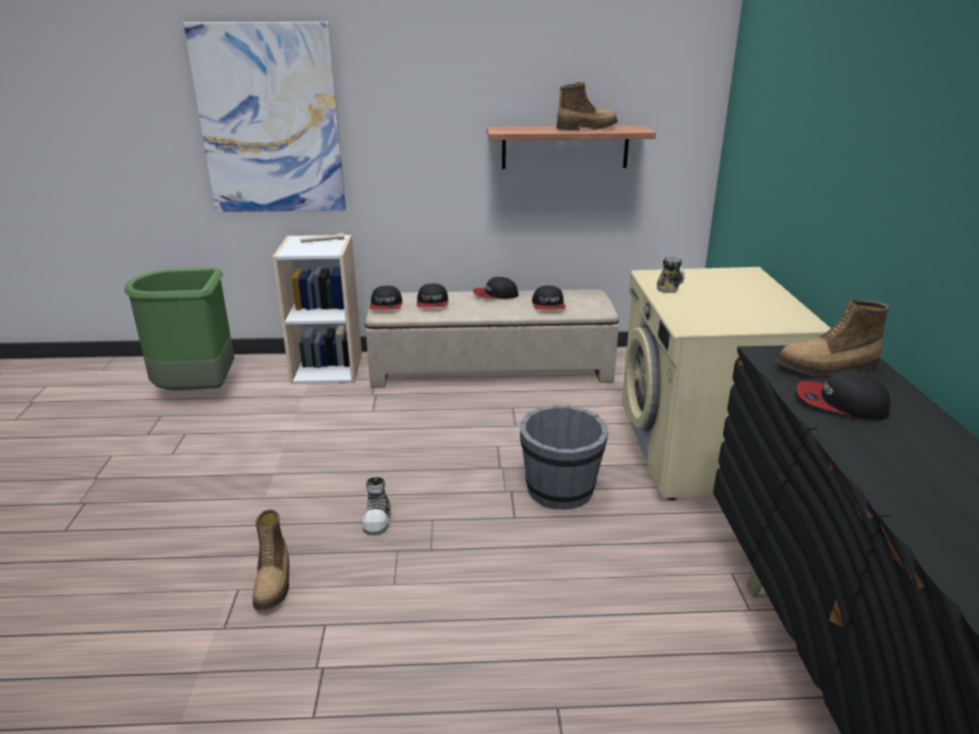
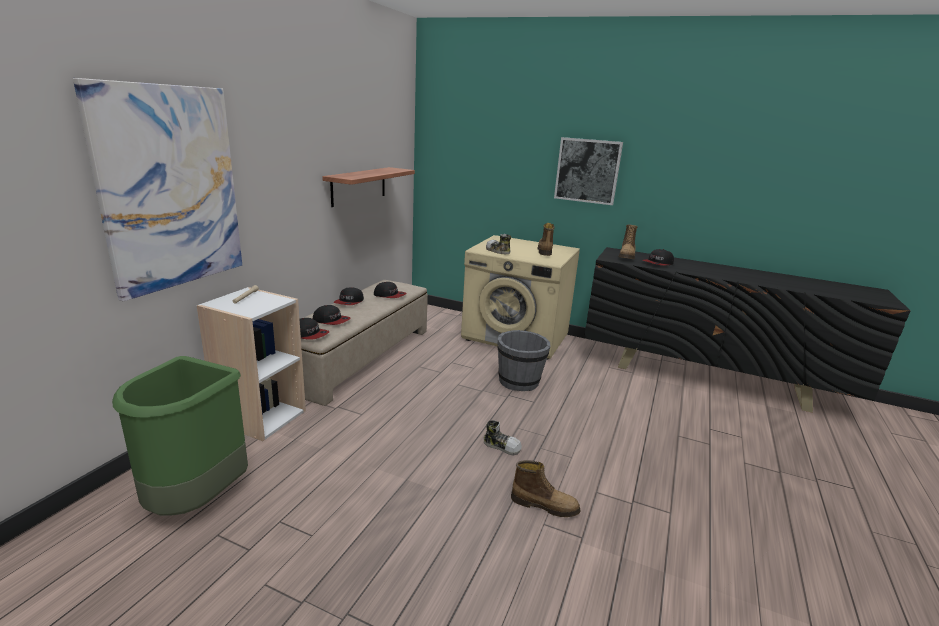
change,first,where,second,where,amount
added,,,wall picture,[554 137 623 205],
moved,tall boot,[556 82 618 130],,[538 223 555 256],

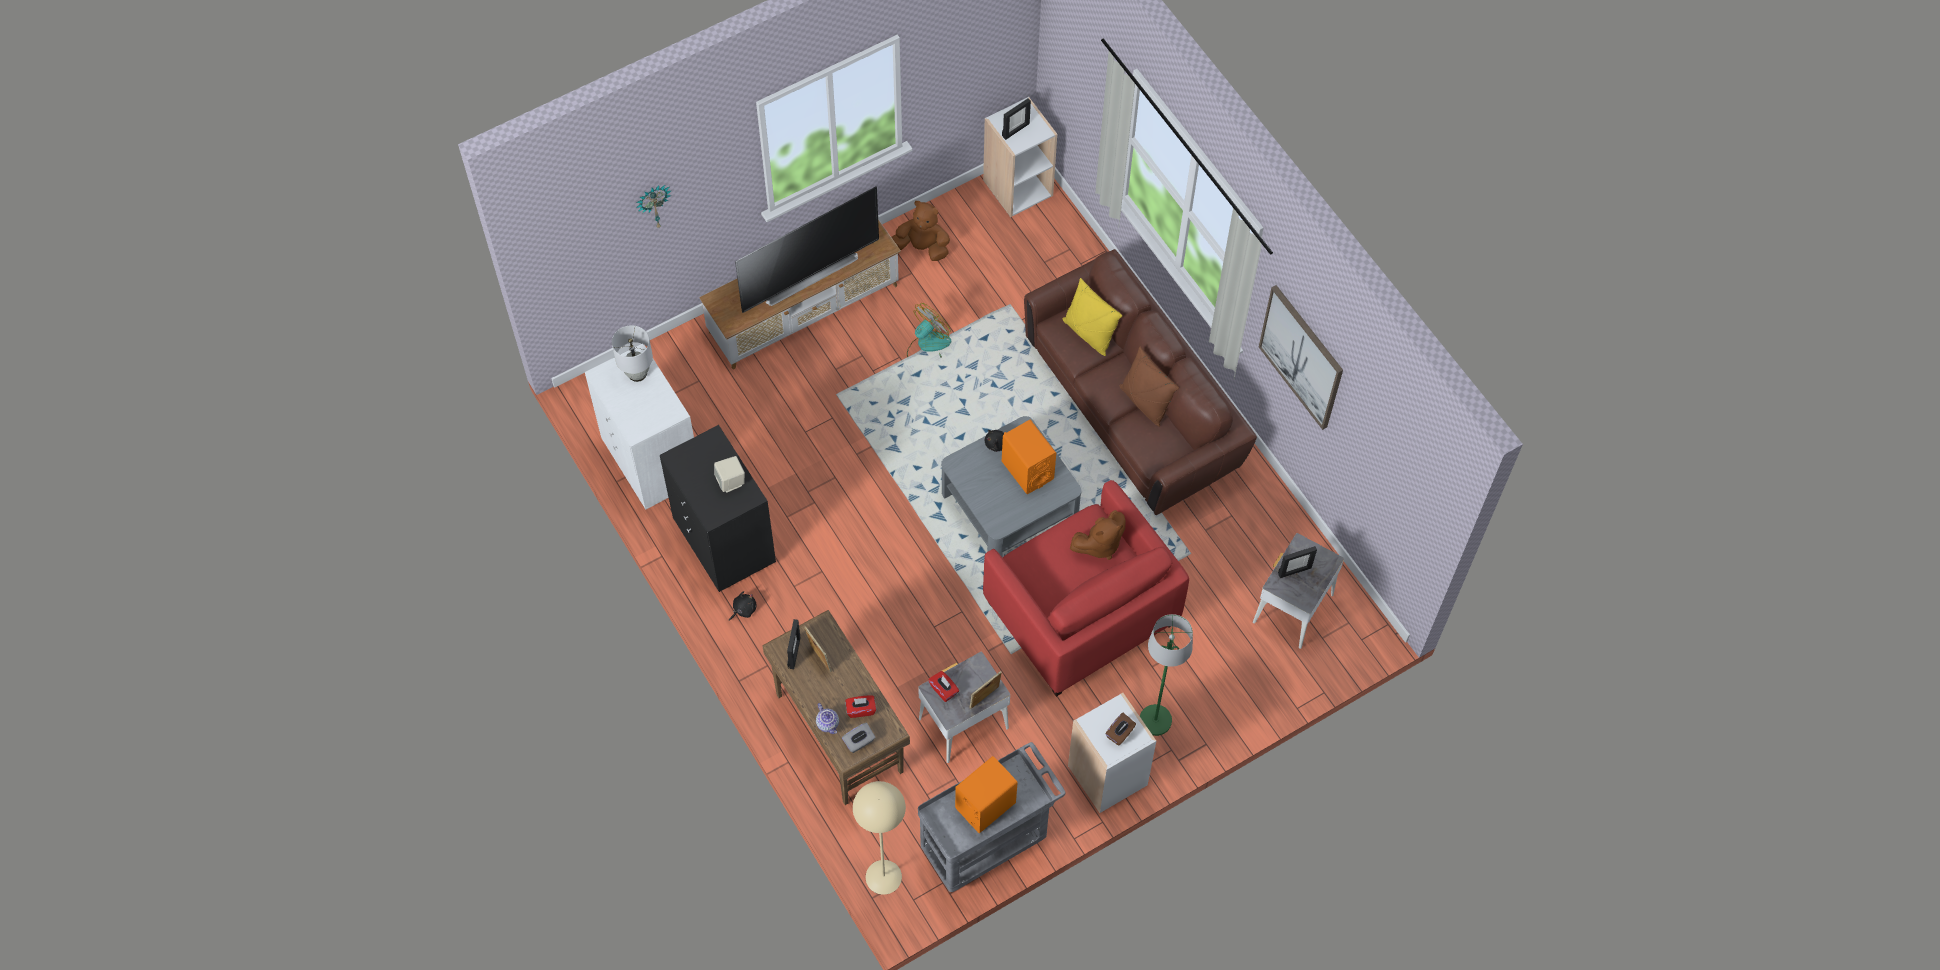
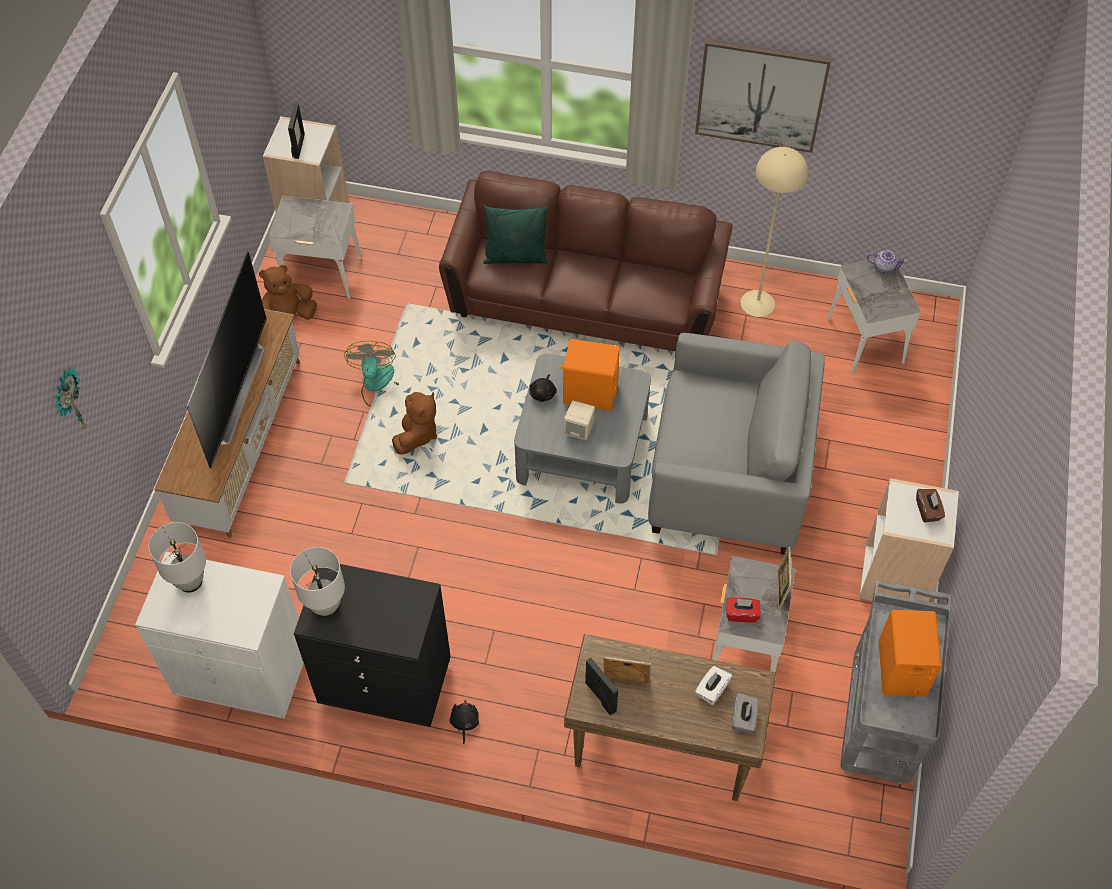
change,first,where,second,where,amount
removed,brown-coloured pillow,[1119 346 1179 427],,,
removed,greenish standard lamp,[1140 614 1193 736],,,
removed,standing frame,[1278 546 1317 578],,,
added,,,side table,[269 196 362 299],
added,,,white tabletop lamp,[290 547 345 617],
moved,sand-coloured speaker,[714 456 745 493],,[563 401 595 440],
moved,pot for tea,[816 703 839 734],,[867 250 906 274],
moved,sand-coloured standard lamp,[853 781 906 895],,[740 147 808 317],
moved,brown-coloured soft toy,[1070 510 1126 560],,[392 392 437 454],
recoloured,red-coloured box of tissues,[845 695 876 718],white box of tissues,[695 666 732 705],
recoloured,red-coloured armchair,[983 480 1189 697],greyish armchair,[648 333 825 555],
recoloured,yellow pillow,[1063 278 1123 356],greenish pillow,[483 206 549 264],

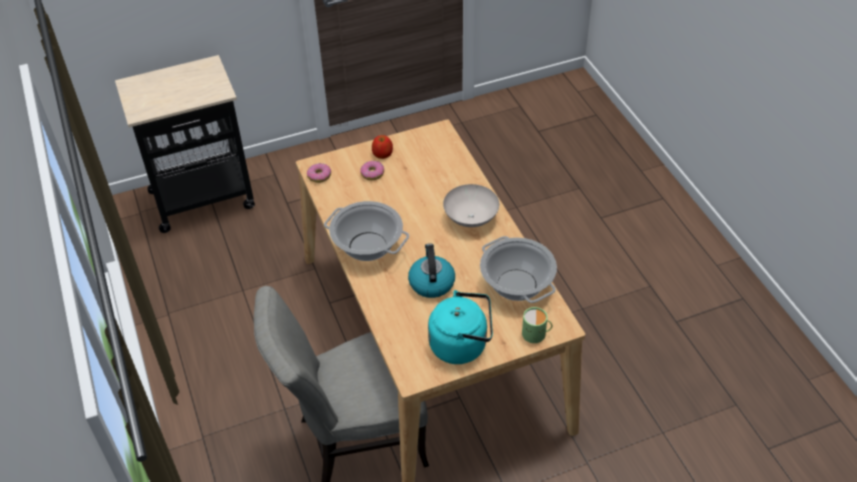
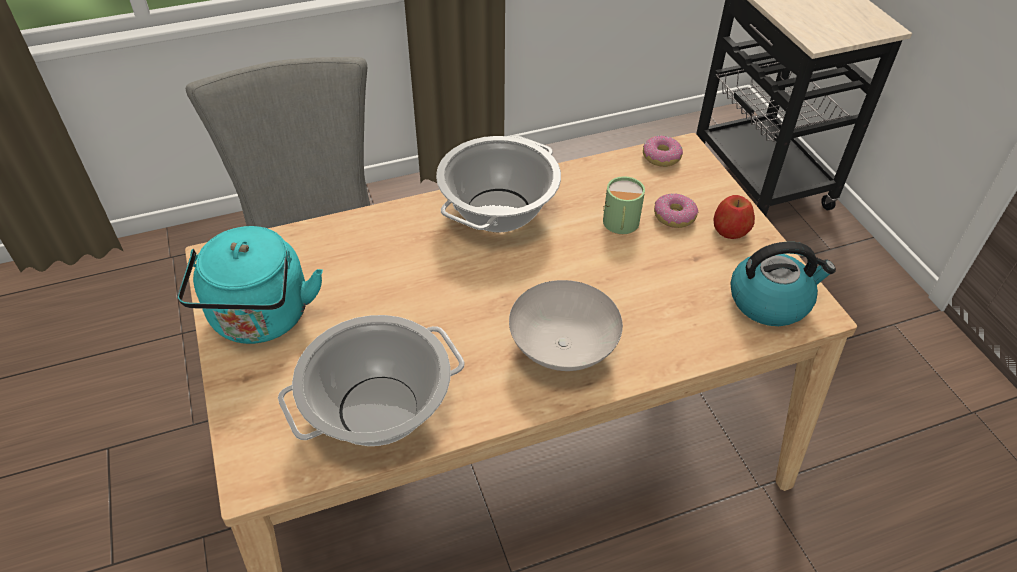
change,first,where,second,where,amount
moved,water kettle,[408 244 455 298],,[730 242 836 326],
moved,greenish coffee mug,[522 307 552 343],,[603 176 645 234],

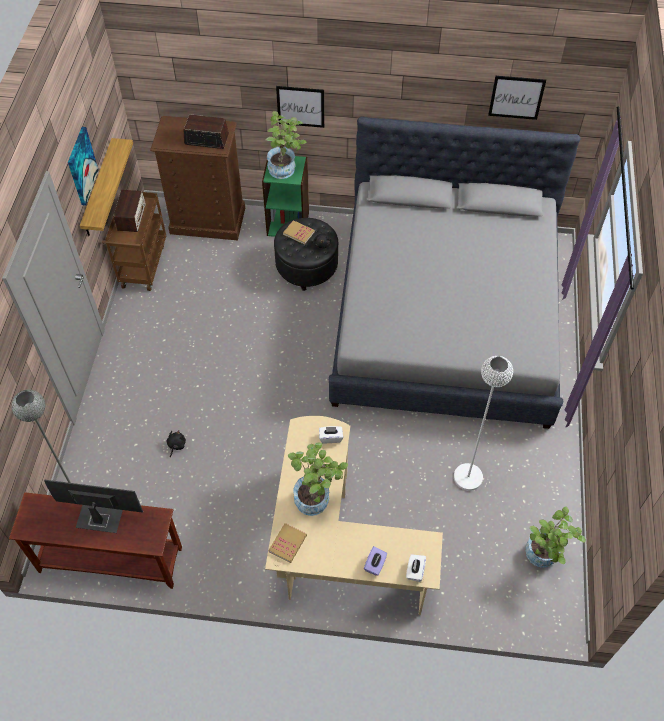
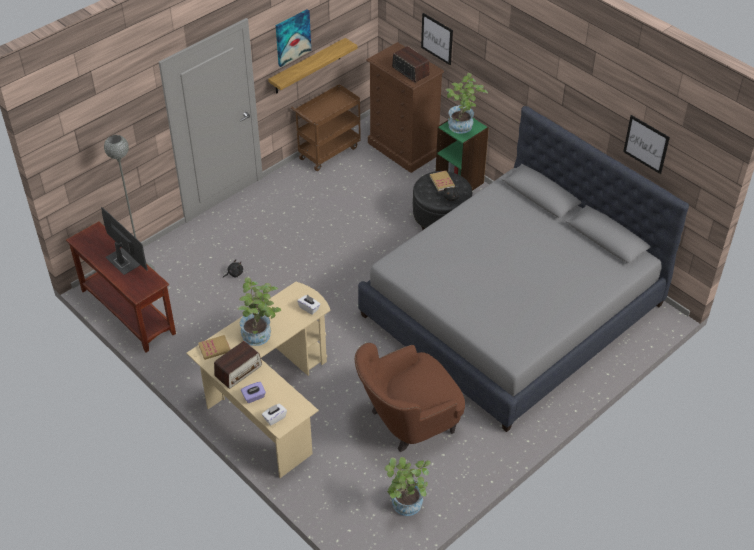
change,first,where,second,where,amount
moved,radio receiver,[114 190 146 232],,[214 341 262 389],
moved,wall picture,[276 86 324 128],,[421 13 453 65],
replaced,white standard lamp,[454 356 513 491],brown-coloured armchair,[355 343 465 452],

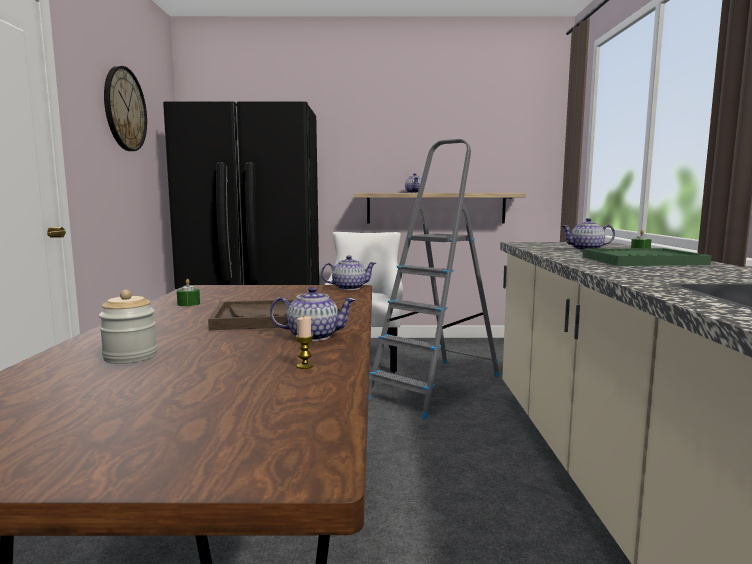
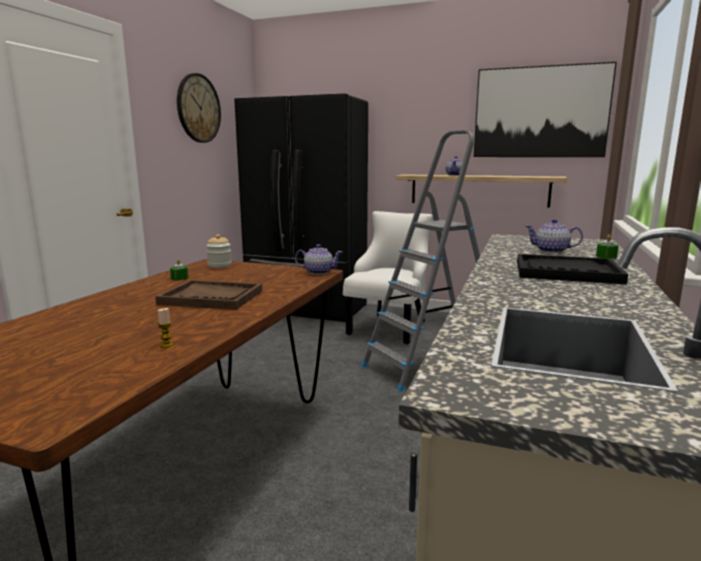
change,first,where,second,where,amount
removed,pot for tea,[270 287 356 341],,,
added,,,wall picture,[474 62 617 157],
moved,jar,[99 290 157 364],,[206 234 232 268],
recoloured,greenish tray,[583 248 712 266],black-coloured tray,[517 254 628 284],

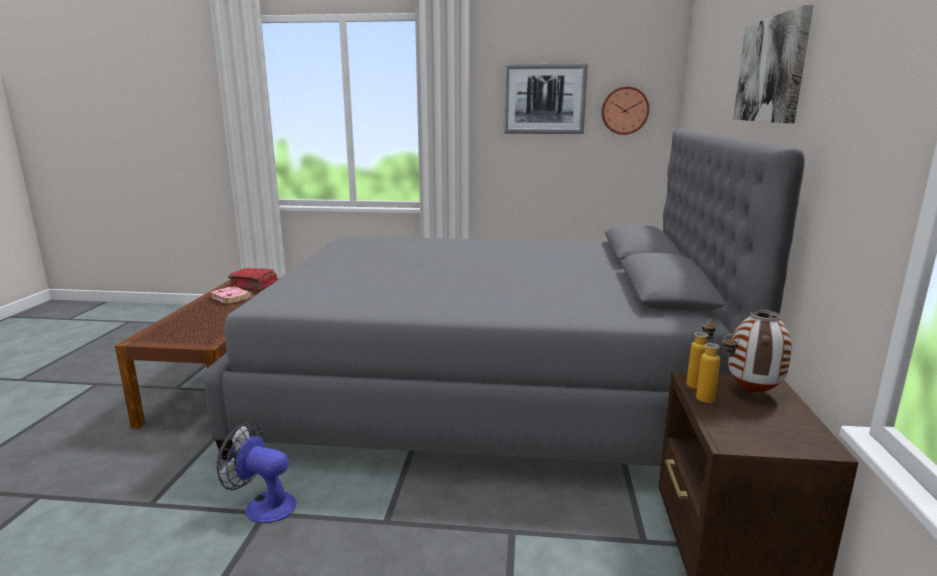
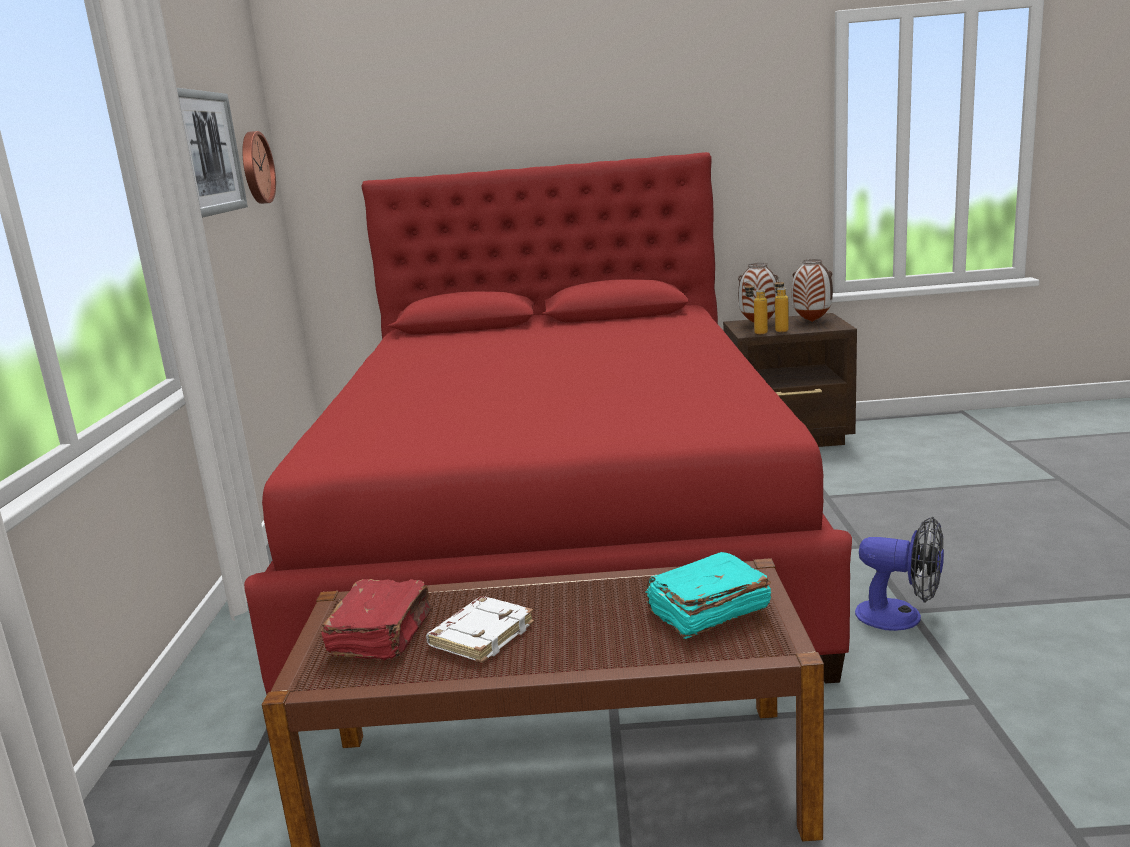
change,first,where,second,where,amount
removed,wall picture,[733 5 813 123],,,
added,,,blue-green volume,[646 552 772 639],
added,,,decorative vase,[792 259 833 322],
recoloured,greyish bed,[203 129 805 466],red-coloured bed,[244 152 852 695],
recoloured,pink-coloured volume,[209 286 252 304],white volume,[426 596 535 663],
turned,fan,[216 422 297 523],,[855 517 944 631],75 degrees counterclockwise

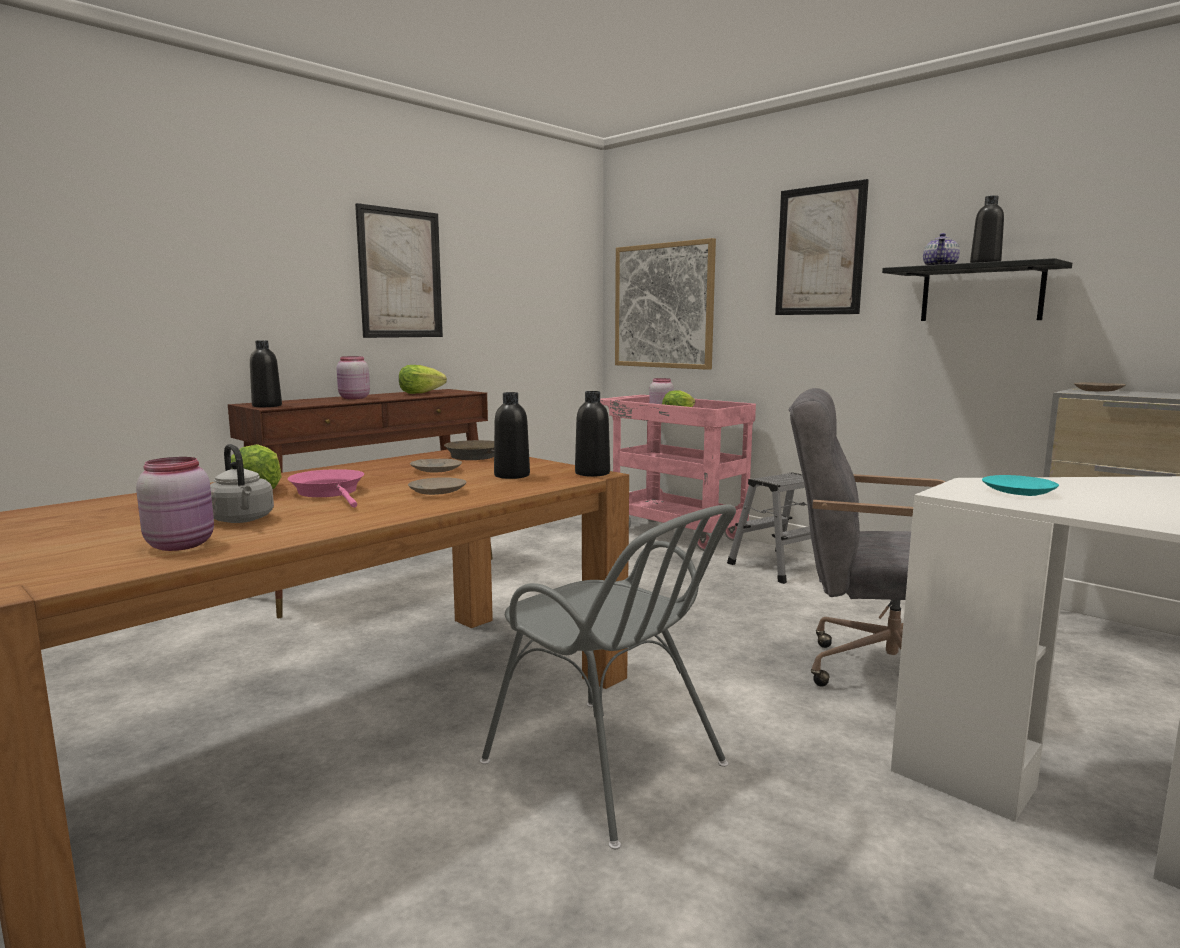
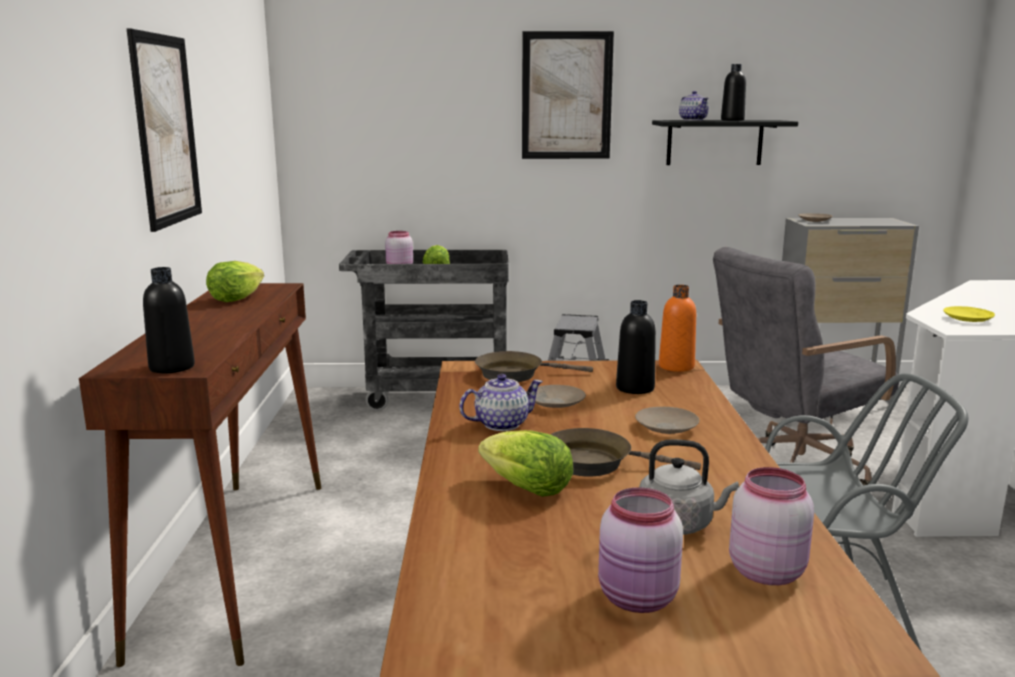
change,first,where,second,where,amount
removed,wall picture,[615 238 716 370],,,
added,,,pot for tea,[459 374 543 431],
moved,pink-coloured jar,[337 356 370 399],,[598 487 683 613],
recoloured,pink-coloured skillet,[288 469 364 508],brown-coloured skillet,[550 428 701 477],
recoloured,black-coloured bottle,[575 391 610 477],orange bottle,[659 285 696 372],
recoloured,pink-coloured cart,[600 395 756 551],black-coloured cart,[339 250 509 411],
recoloured,blue-green plate,[982 475 1059 496],yellow plate,[943 306 995 322],

